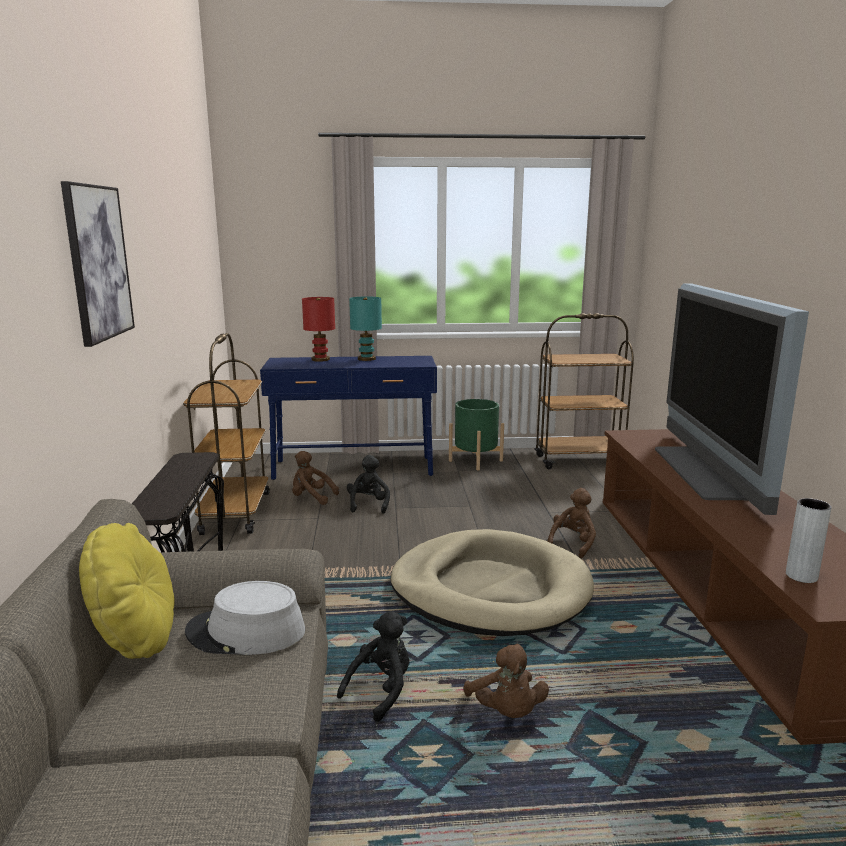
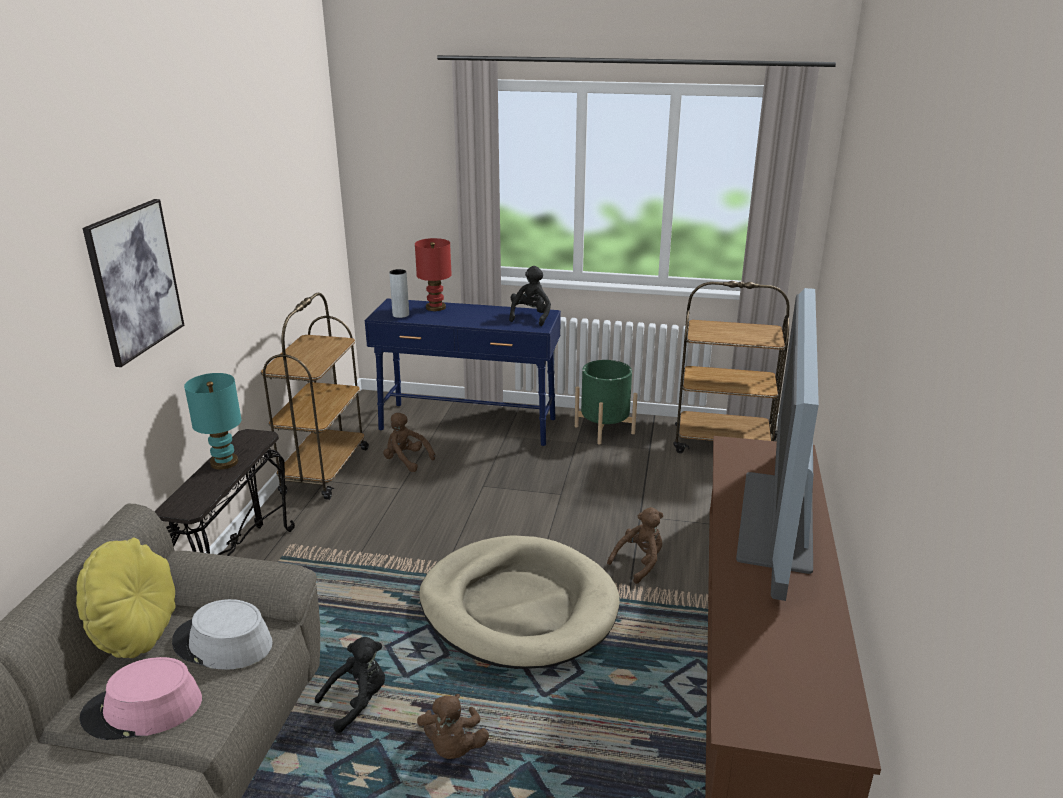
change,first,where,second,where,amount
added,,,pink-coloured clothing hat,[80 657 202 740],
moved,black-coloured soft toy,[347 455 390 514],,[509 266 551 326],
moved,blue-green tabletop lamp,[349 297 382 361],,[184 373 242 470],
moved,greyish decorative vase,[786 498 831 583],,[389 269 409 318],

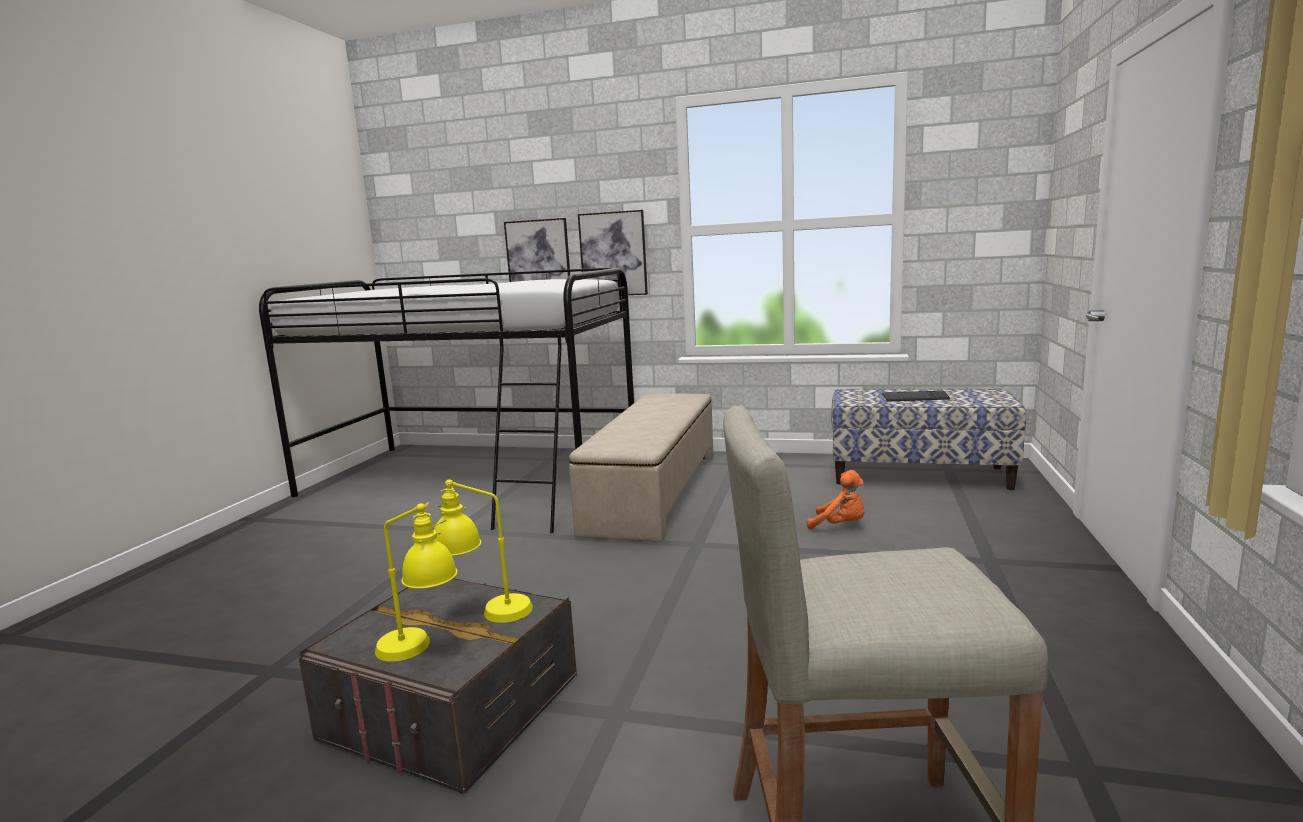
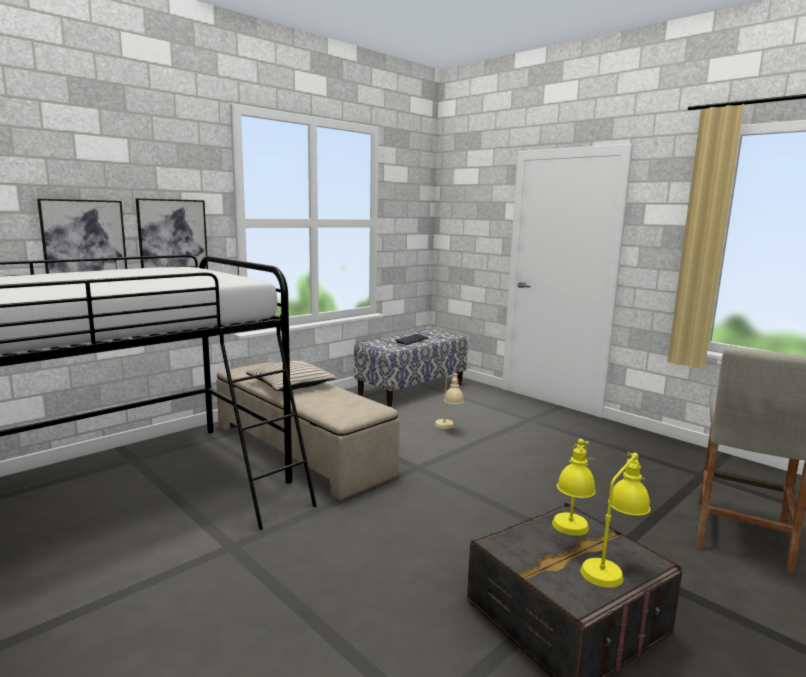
change,first,where,second,where,amount
added,,,sand-coloured pillow,[246 361 337 391],
replaced,orange soft toy,[807 470 865 530],sand-coloured tabletop lamp,[435 373 464 429],

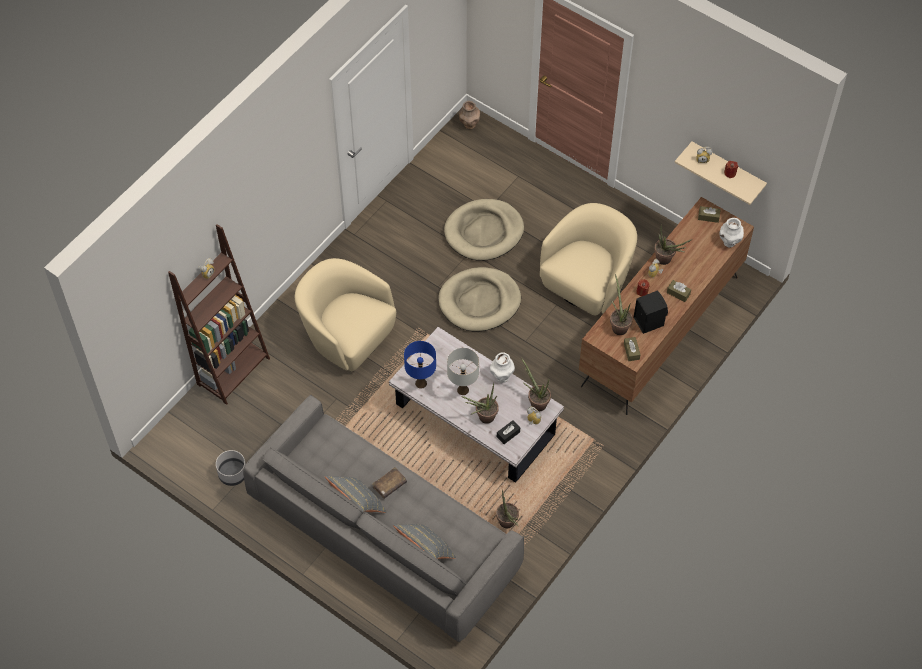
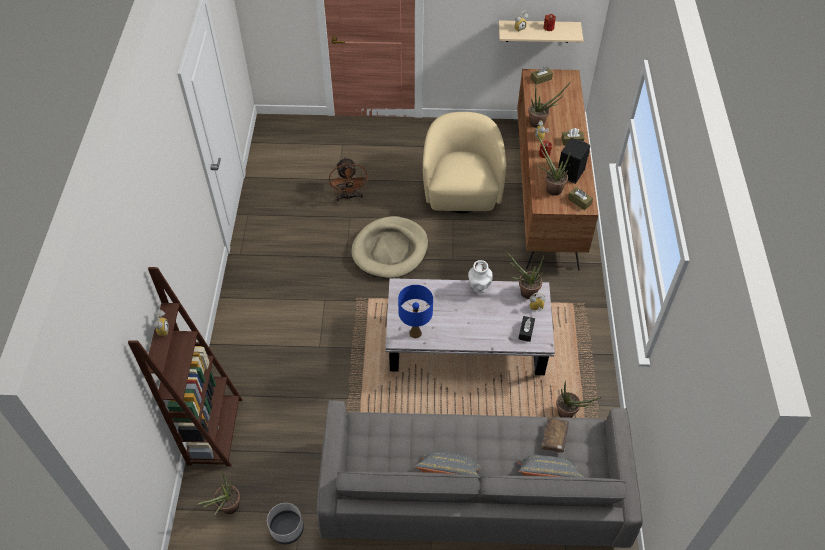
change,first,where,second,where,amount
removed,sand-coloured armchair,[295 258 396 371],,,
removed,white tabletop lamp,[447 348 479 395],,,
removed,brown-coloured decorative vase,[459 101 480 129],,,
removed,white decorative vase,[719 218 744 248],,,
moved,brown-coloured volume,[372 467 407 499],,[541 417 569 453],
moved,plant in a pot,[461 383 499 424],,[197 470 240 516],
replaced,sand-coloured dog bed,[444 199 524 261],brown-coloured fan,[329 157 368 201],

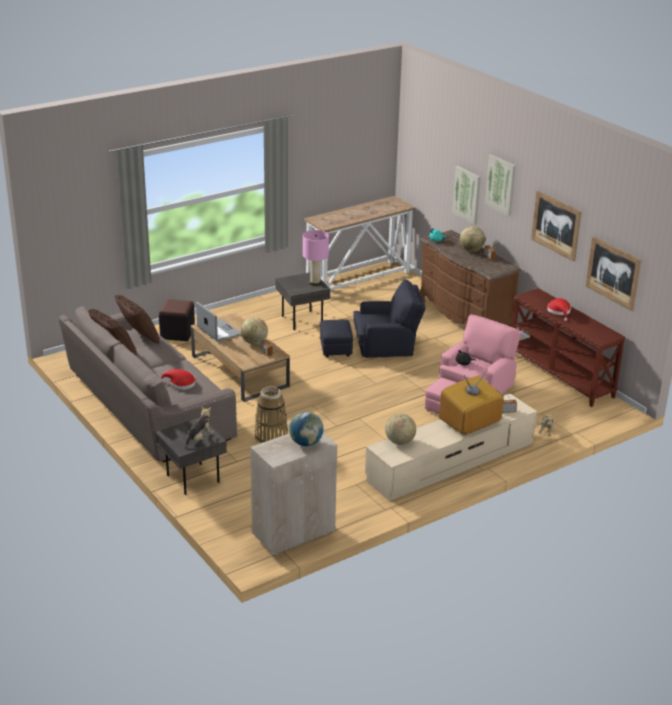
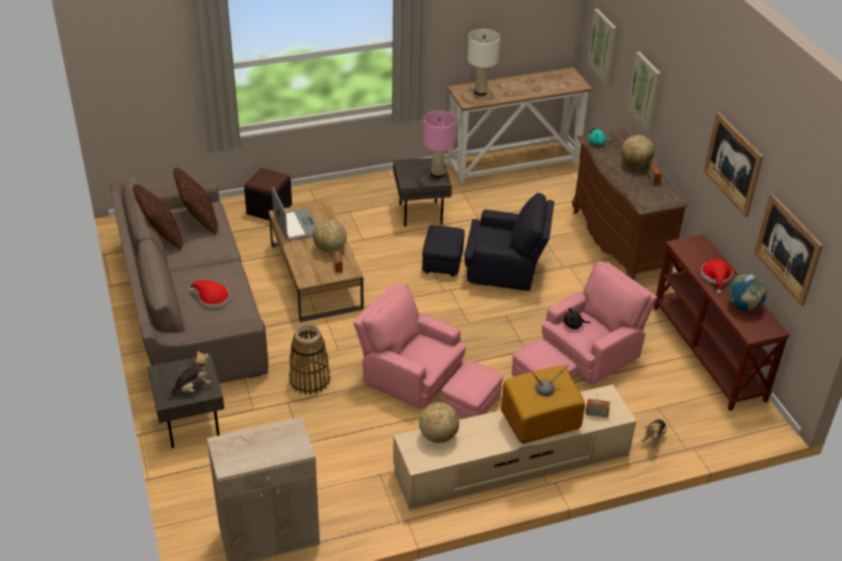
change,first,where,second,where,amount
added,,,pink-coloured armchair,[353 283 503 419],
added,,,white tabletop lamp,[467 29 500 96],
moved,desk globe,[289 412 323 446],,[728 273 767 311],
moved,wall picture,[485 154 516 216],,[587 9 617 84],

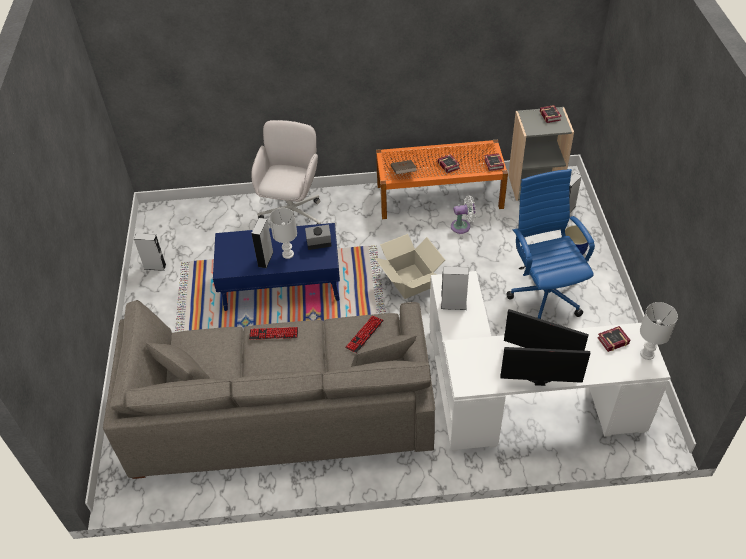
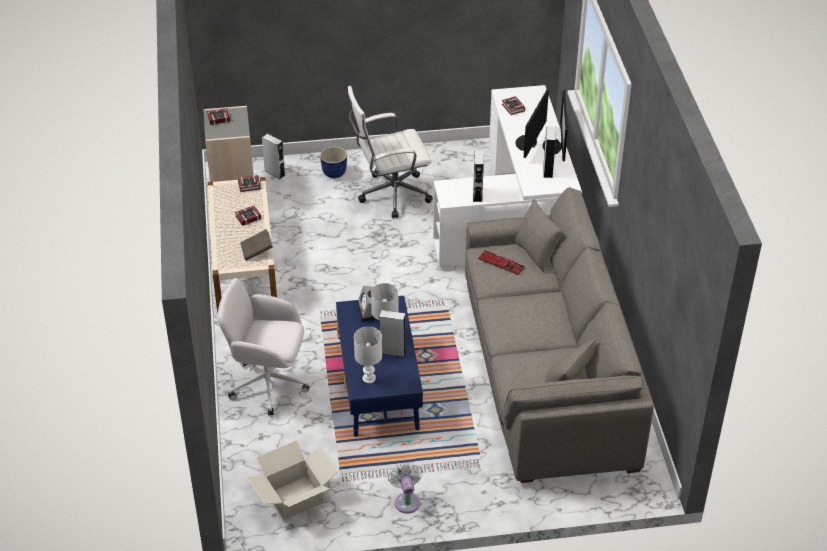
change,first,where,second,where,amount
removed,computer keyboard,[249 327 298 340],,,
moved,greyish speaker,[134 233 166 271],,[543 126 556 178],
moved,carton,[375 234 445 299],,[248 440 339 520],
moved,white fan,[451 195 476 234],,[388 462 422 513],
moved,white tabletop lamp,[640 302 678 360],,[354 327 382 383],
recoloured,orange indoor bench,[376 140 508 219],sand-coloured indoor bench,[207 177 277 313],
recoloured,blue computer chair,[507 169 595 319],white computer chair,[348 86 433 218],

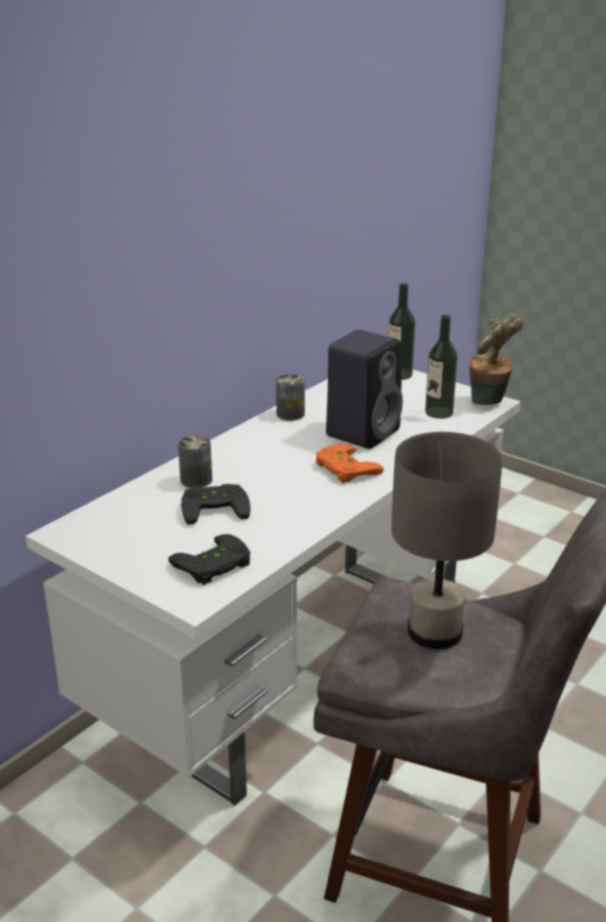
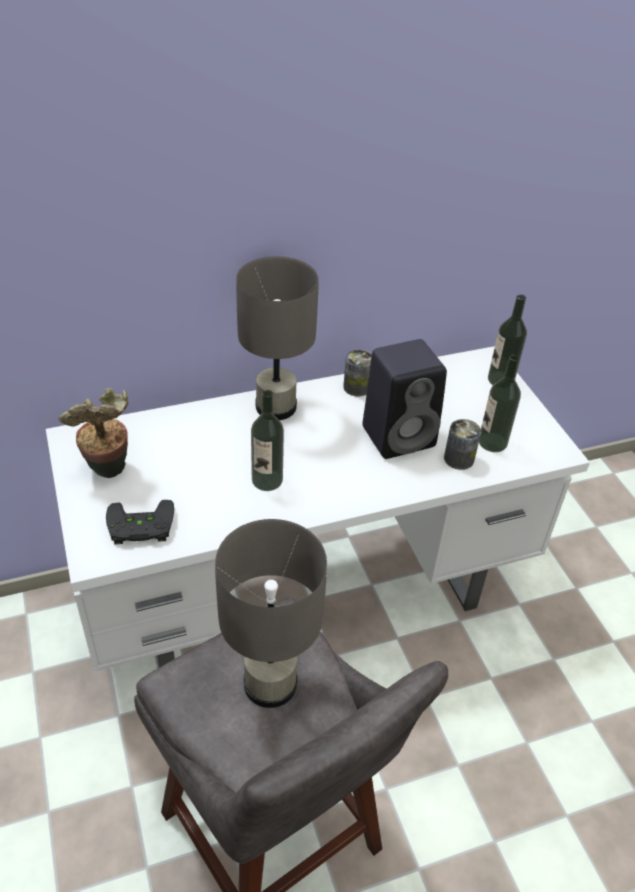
change,first,where,second,where,amount
removed,black-coloured game controller,[181 484 251 525],,,
removed,orange game controller,[316 444 384 483],,,
added,,,greyish tabletop lamp,[236 257 319 420],
added,,,bottle,[251 390 284 491],
moved,metal can,[178 435 212 488],,[444 419 481 470],
moved,plant in a pot,[469 313 523 405],,[59 388 128 478],

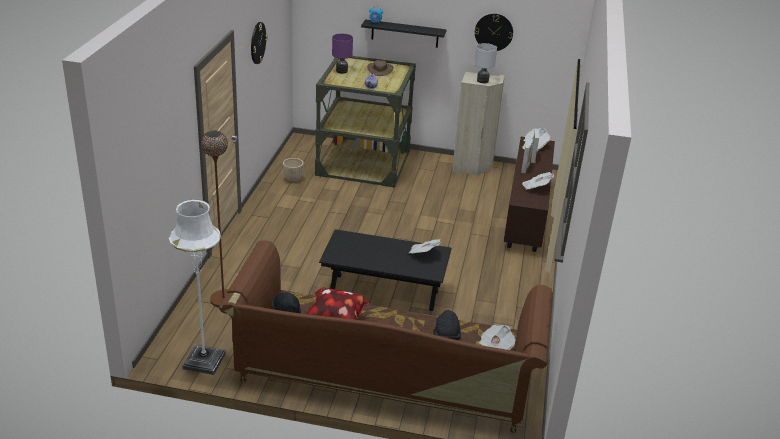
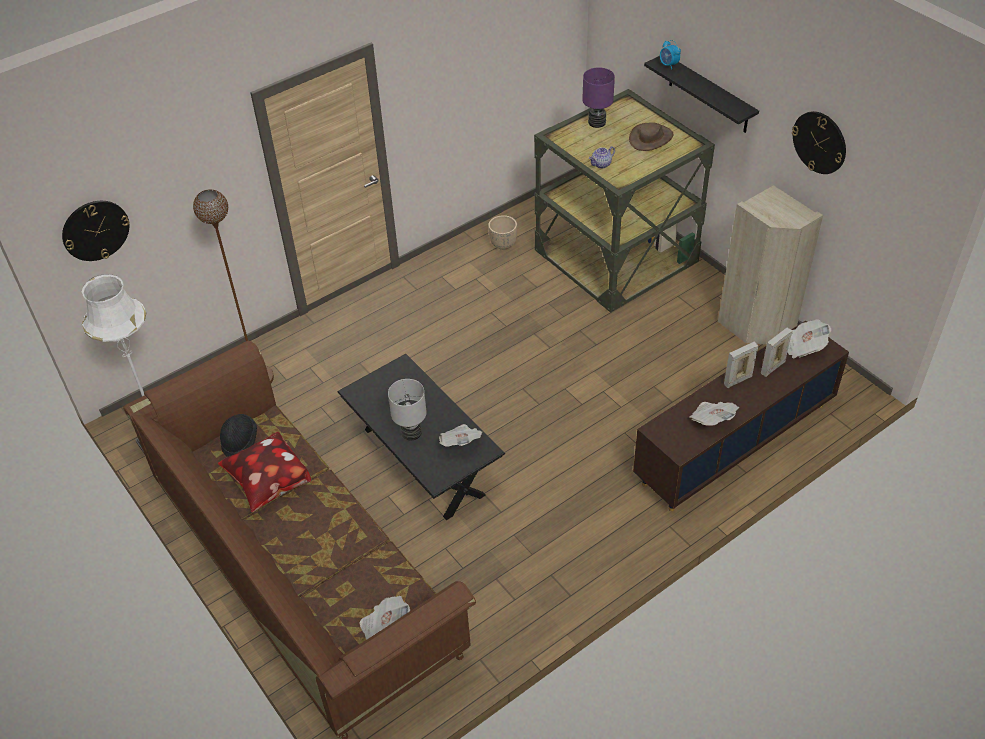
change,first,where,second,where,amount
removed,black-coloured clothing hat,[433 310 461 340],,,
moved,clock on the wall,[251 22 268 64],,[62 201 129 261],
moved,greyish tabletop lamp,[474 43 497 83],,[388 379 427 440],

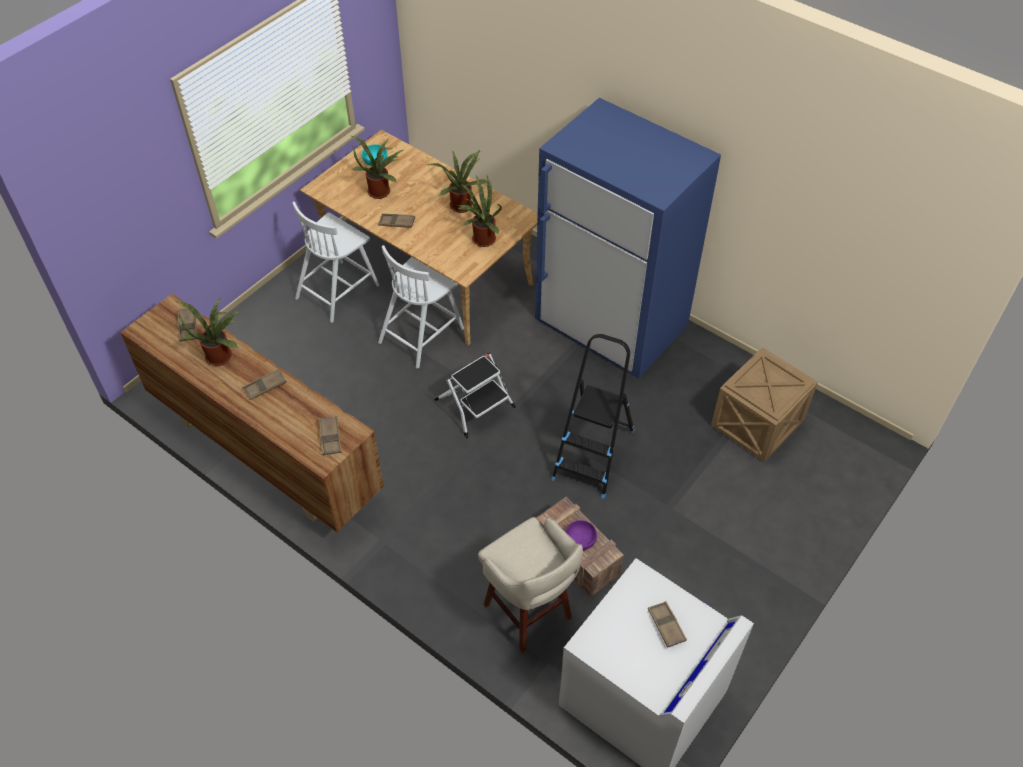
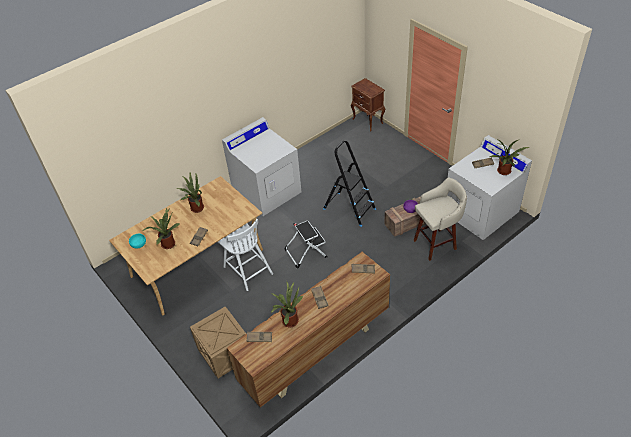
change,first,where,second,where,amount
removed,white plain chair,[292 201 379 323],,,
added,,,brown-coloured night table,[351 78 385 131],
moved,plant in a pot,[458 175 502 247],,[490 139 529 175],
moved,crate,[711 347 818 462],,[190 307 246 378],
replaced,blue refrigerator,[535 98 721 379],white laundry appliance,[222 117 302 216],

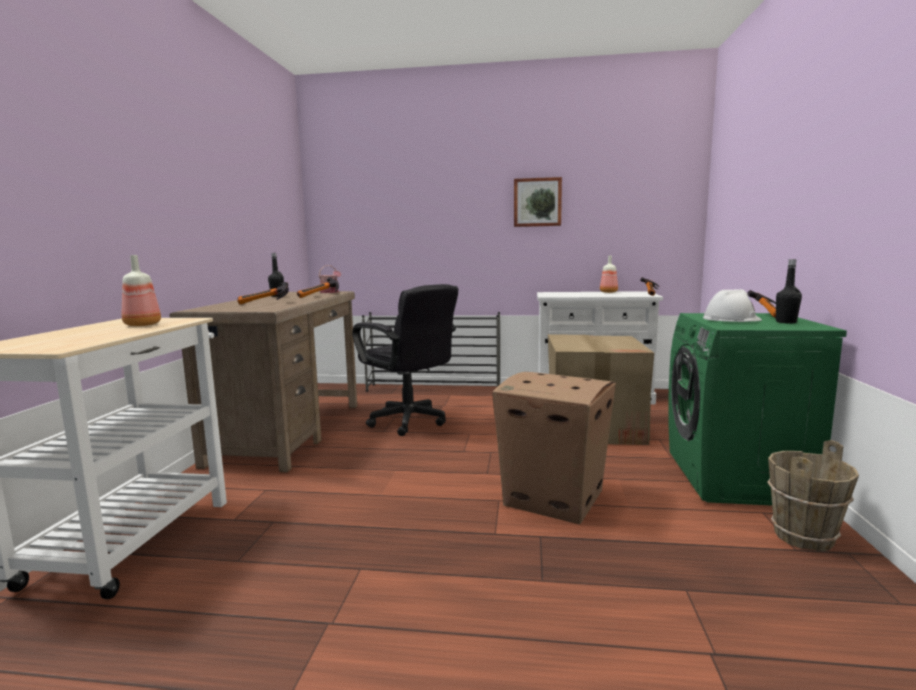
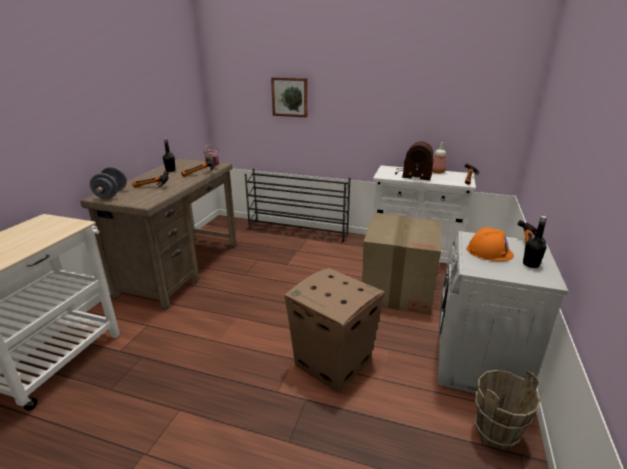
change,first,where,second,where,amount
removed,bottle,[122 255 161 326],,,
removed,black-coloured computer chair,[352 284 459 436],,,
added,,,greyish hand weight,[90 167 127 199],
added,,,radio receiver,[395 142 434 180],
moved,wall picture,[514 177 562 227],,[271 77 308 118],
recoloured,greenish laundry appliance,[668 313 847 506],white laundry appliance,[438 231 568 394],
recoloured,white safety helmet,[703 289 762 322],orange safety helmet,[467 227 514 261],

